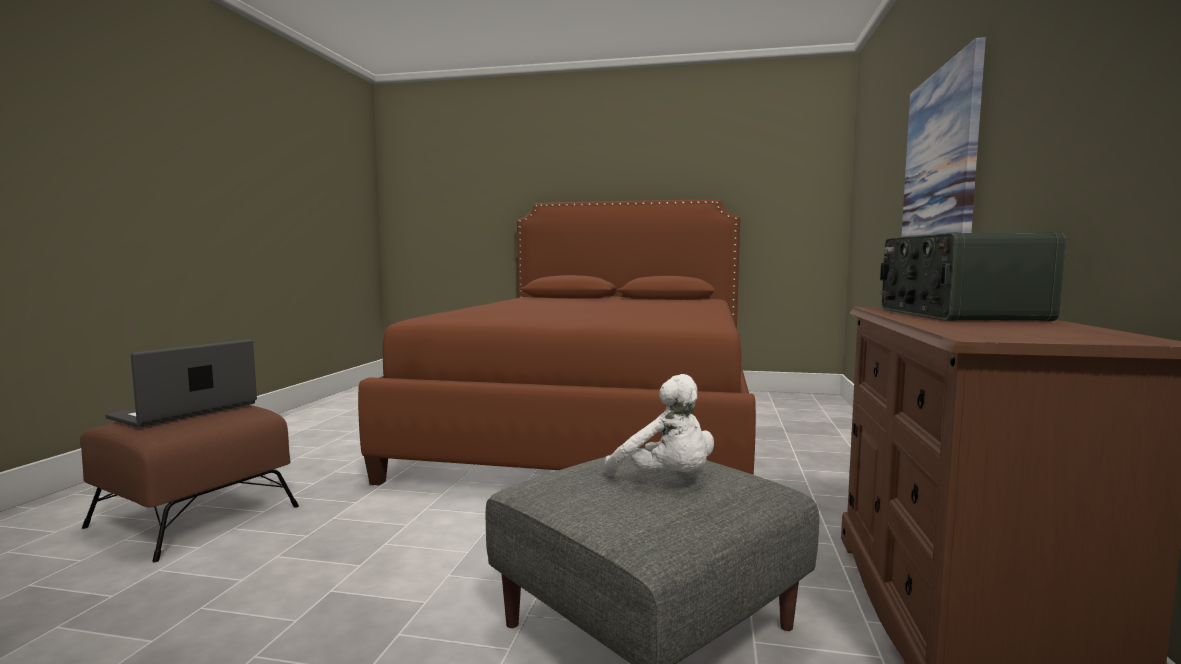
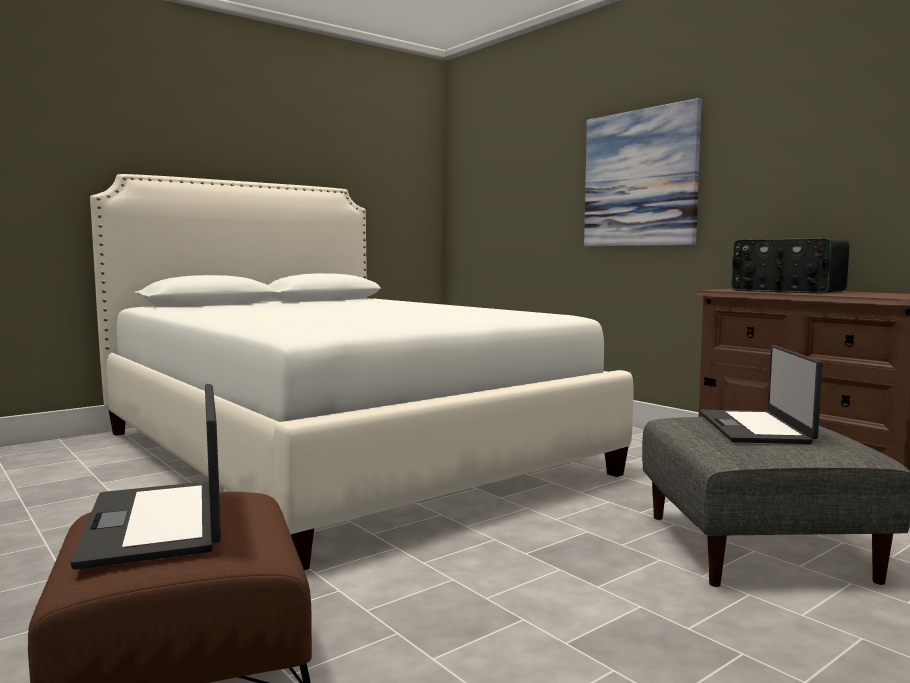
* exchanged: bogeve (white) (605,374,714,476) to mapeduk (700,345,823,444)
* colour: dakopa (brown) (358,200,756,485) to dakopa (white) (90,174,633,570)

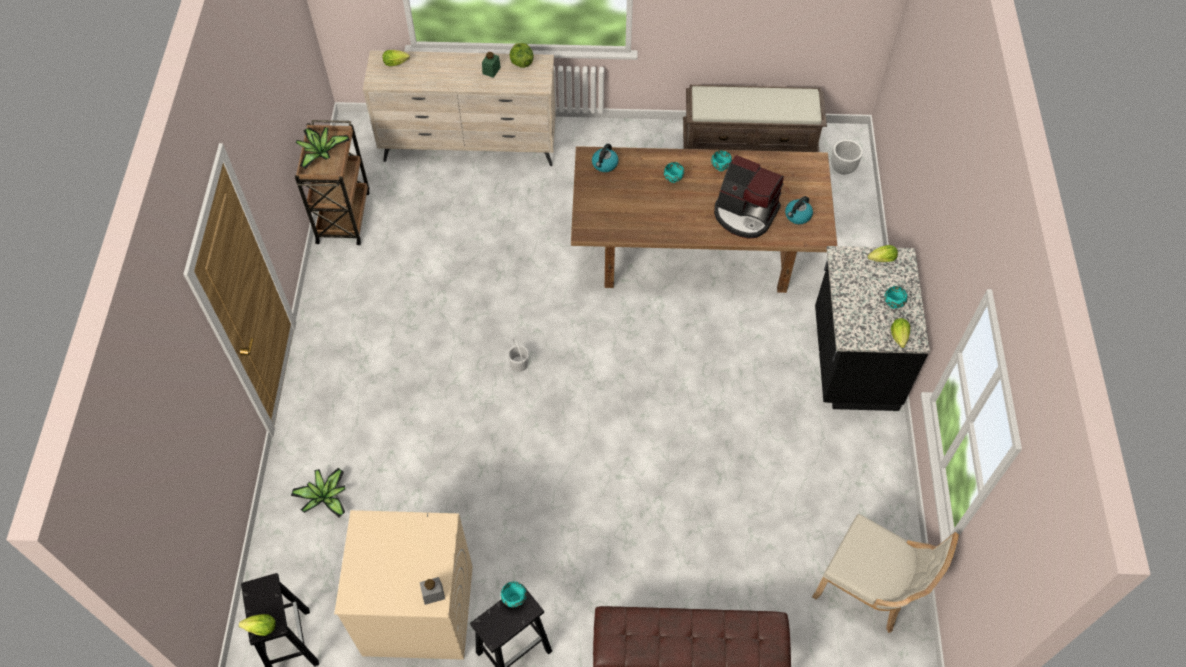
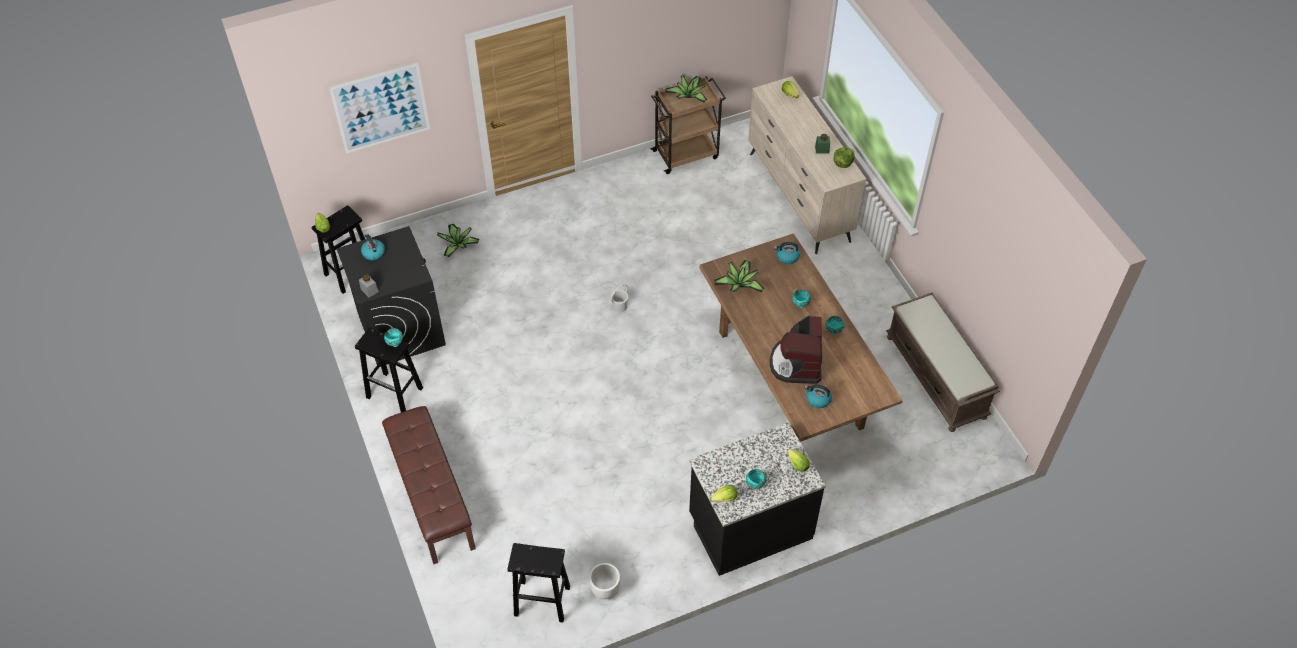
* appeared: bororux (329,62,430,153)
* appeared: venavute (361,234,385,260)
* appeared: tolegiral (714,260,764,293)
* relocated: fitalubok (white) (831,140,863,175) to (589,563,620,599)
* exchanged: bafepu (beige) (812,514,959,633) to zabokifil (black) (508,543,570,622)
* colour: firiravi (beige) (334,510,472,660) to firiravi (black) (336,226,446,367)

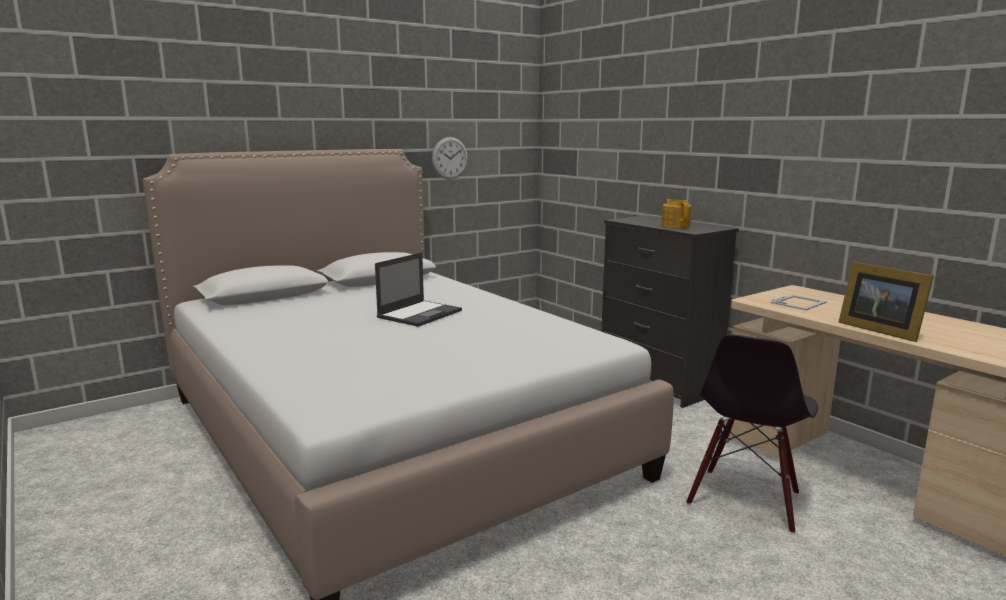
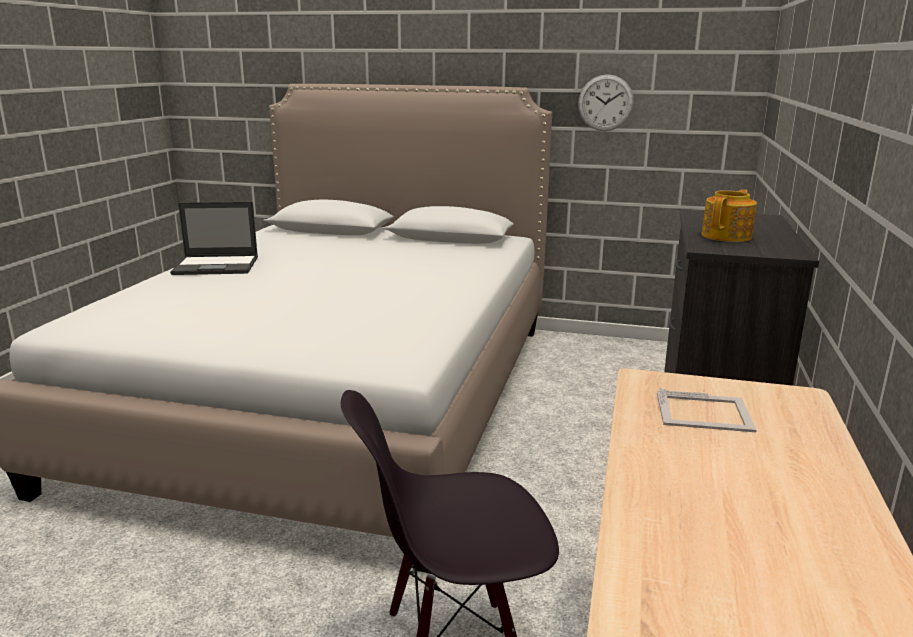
* missing: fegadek (839,262,934,342)
* relocated: mapeduk (375,252,462,327) to (170,202,258,275)

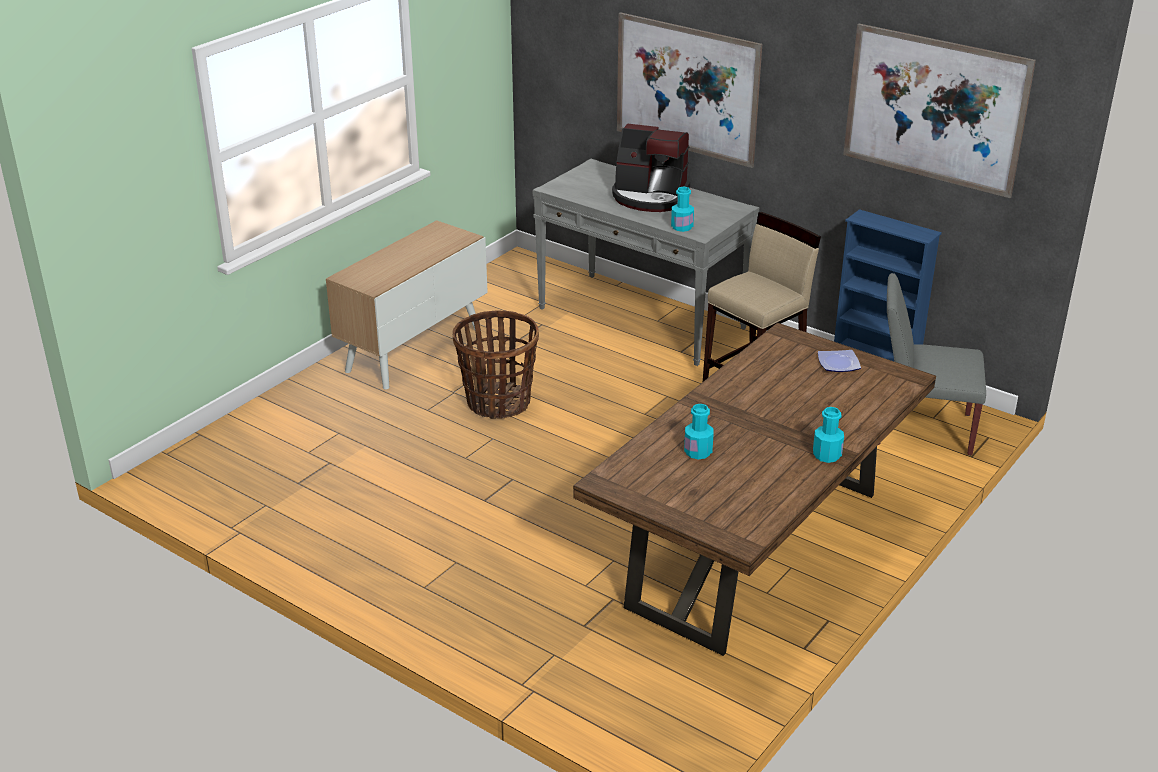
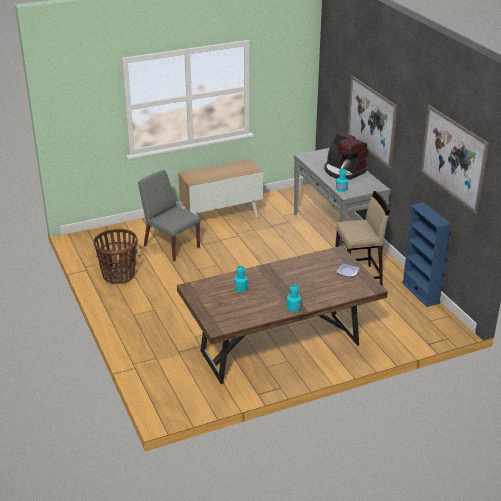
* relocated: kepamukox (453,310,539,419) to (94,229,138,284)
* relocated: bafepu (grey) (879,273,986,456) to (138,170,201,261)

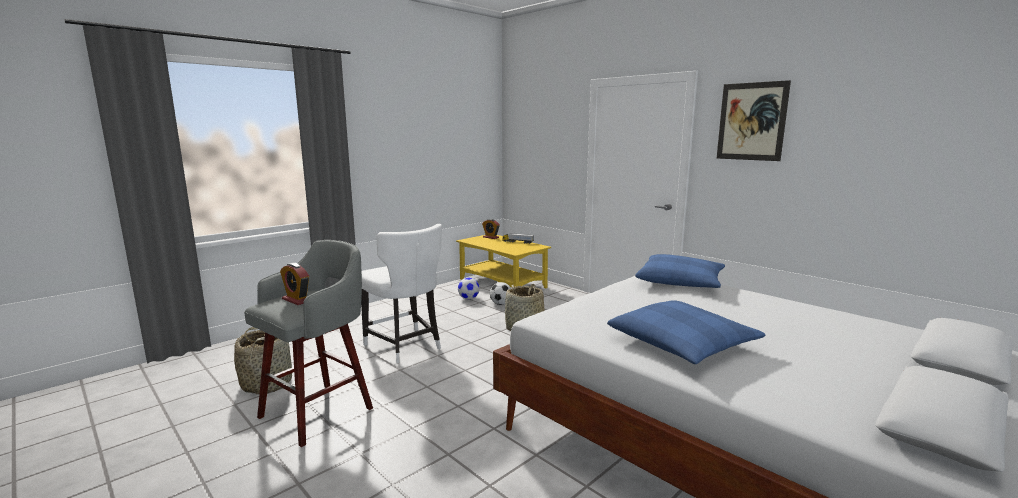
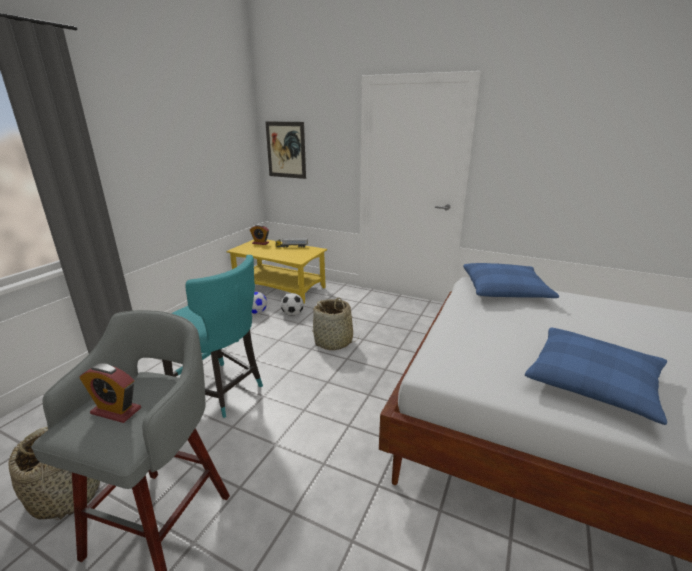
* relocated: bororux (717,80,791,161) to (265,121,306,179)
* colour: bafepu (white) (361,224,442,363) to bafepu (turquoise) (162,255,263,418)

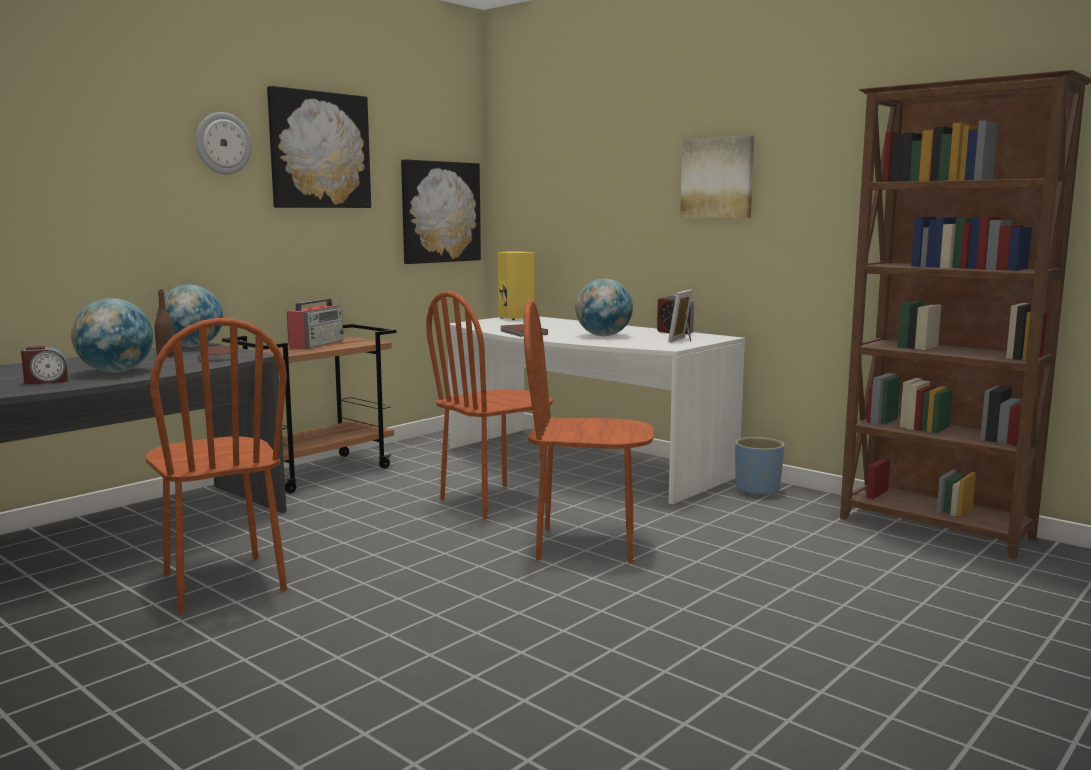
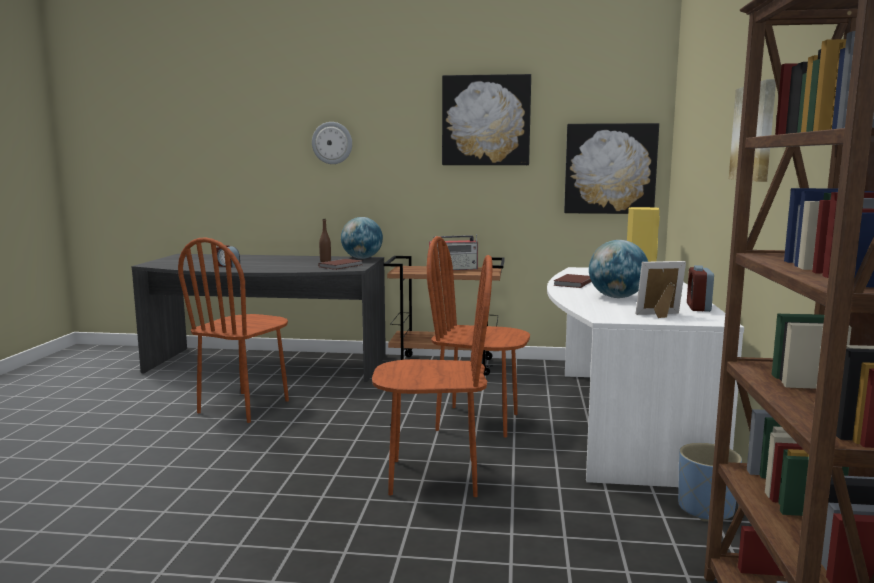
* missing: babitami (71,298,153,373)
* relocated: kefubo (196,112,252,174) to (312,122,352,164)
* spun: bafepu (brown) (523,300,654,563) = (372,255,493,497) 120 degrees clockwise

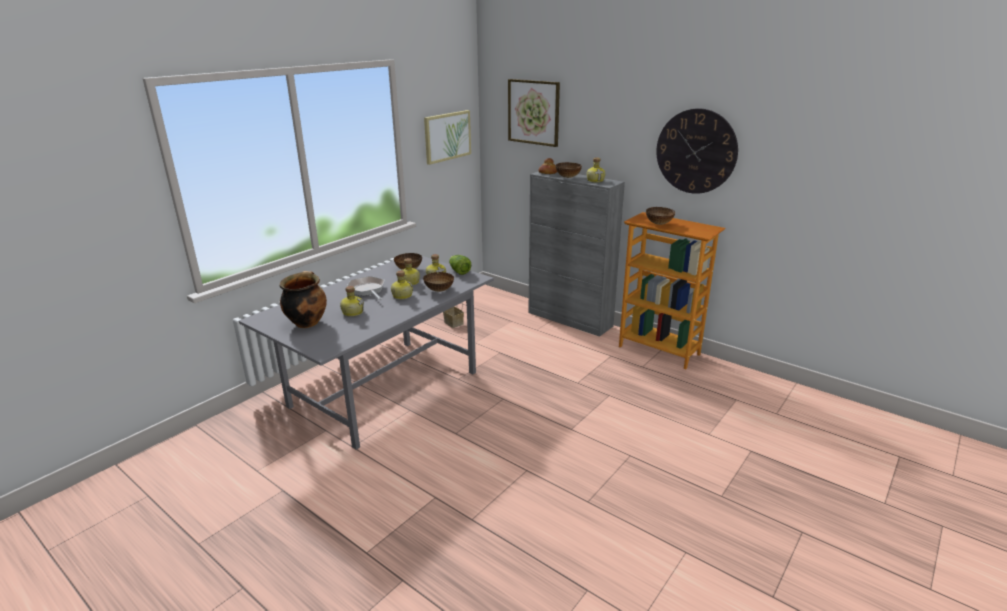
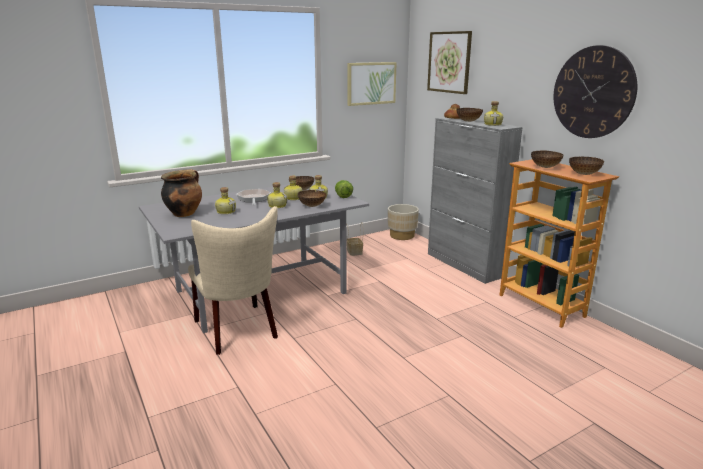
* appeared: bafepu (beige) (188,206,278,355)
* appeared: fitalubok (beige) (388,204,419,240)
* appeared: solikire (569,157,604,175)

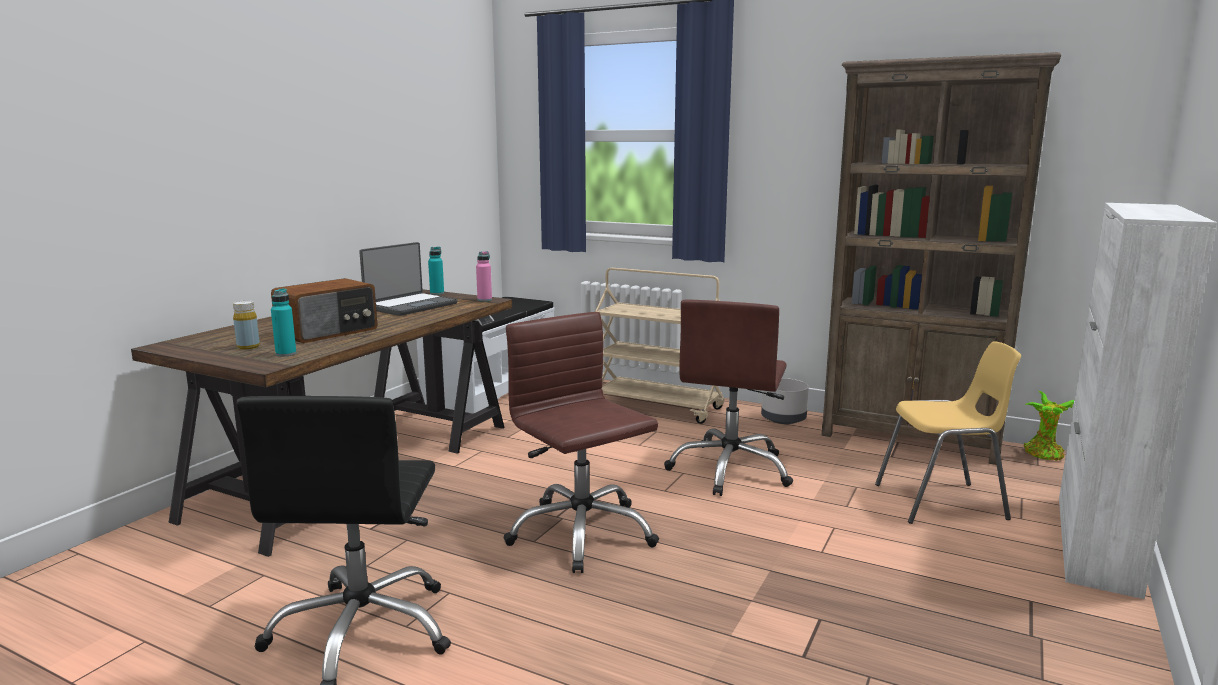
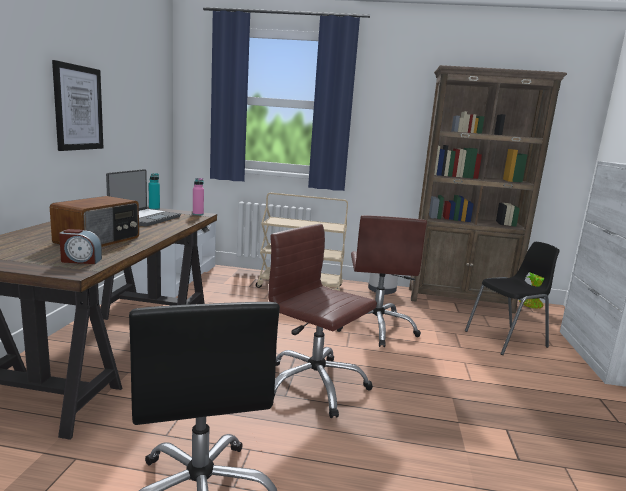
* missing: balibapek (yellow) (233,301,260,349)
* appeared: bororux (52,60,103,151)
* exchanged: balibapek (turquoise) (271,288,296,356) to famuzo (59,229,102,264)
* colour: bafepu (yellow) (875,341,1021,524) to bafepu (black) (465,242,560,355)

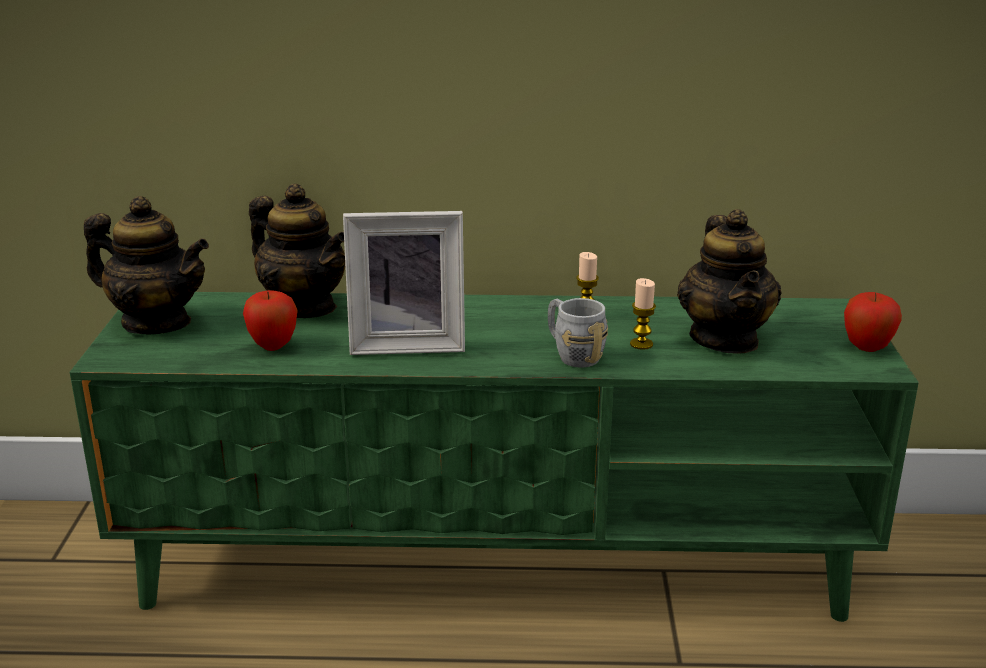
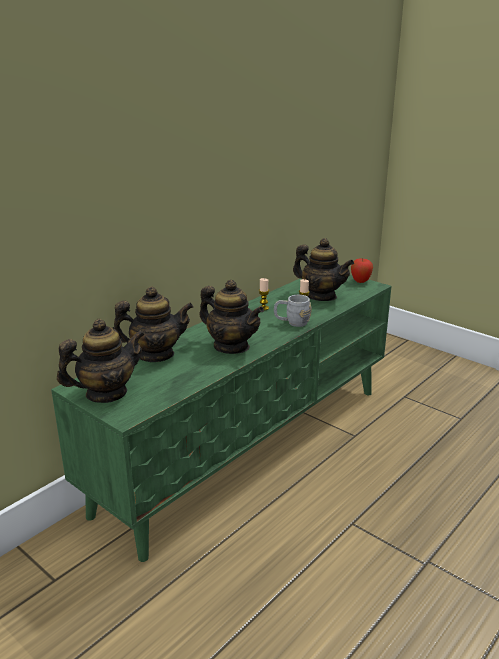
* missing: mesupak (243,290,298,351)
* exchanged: fegadek (343,211,465,355) to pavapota (200,280,264,354)

